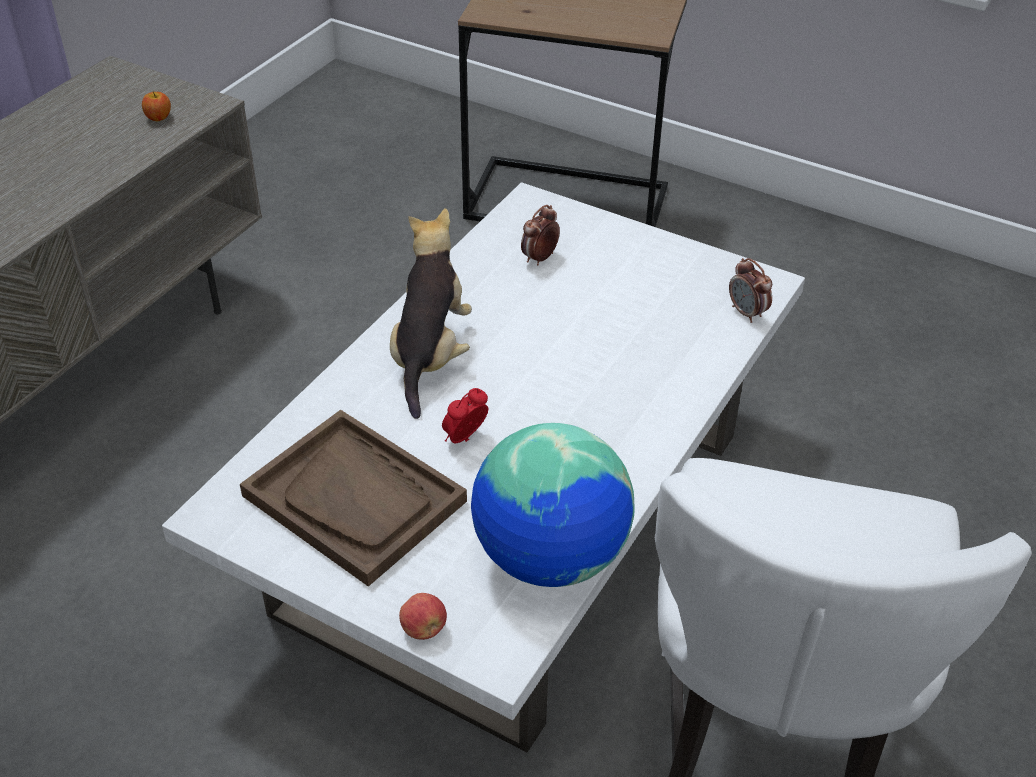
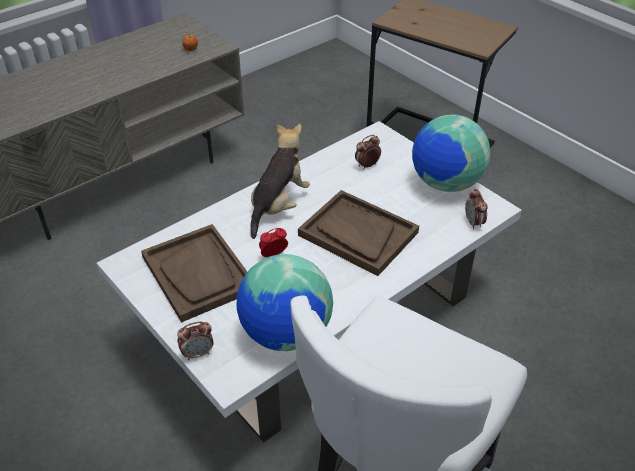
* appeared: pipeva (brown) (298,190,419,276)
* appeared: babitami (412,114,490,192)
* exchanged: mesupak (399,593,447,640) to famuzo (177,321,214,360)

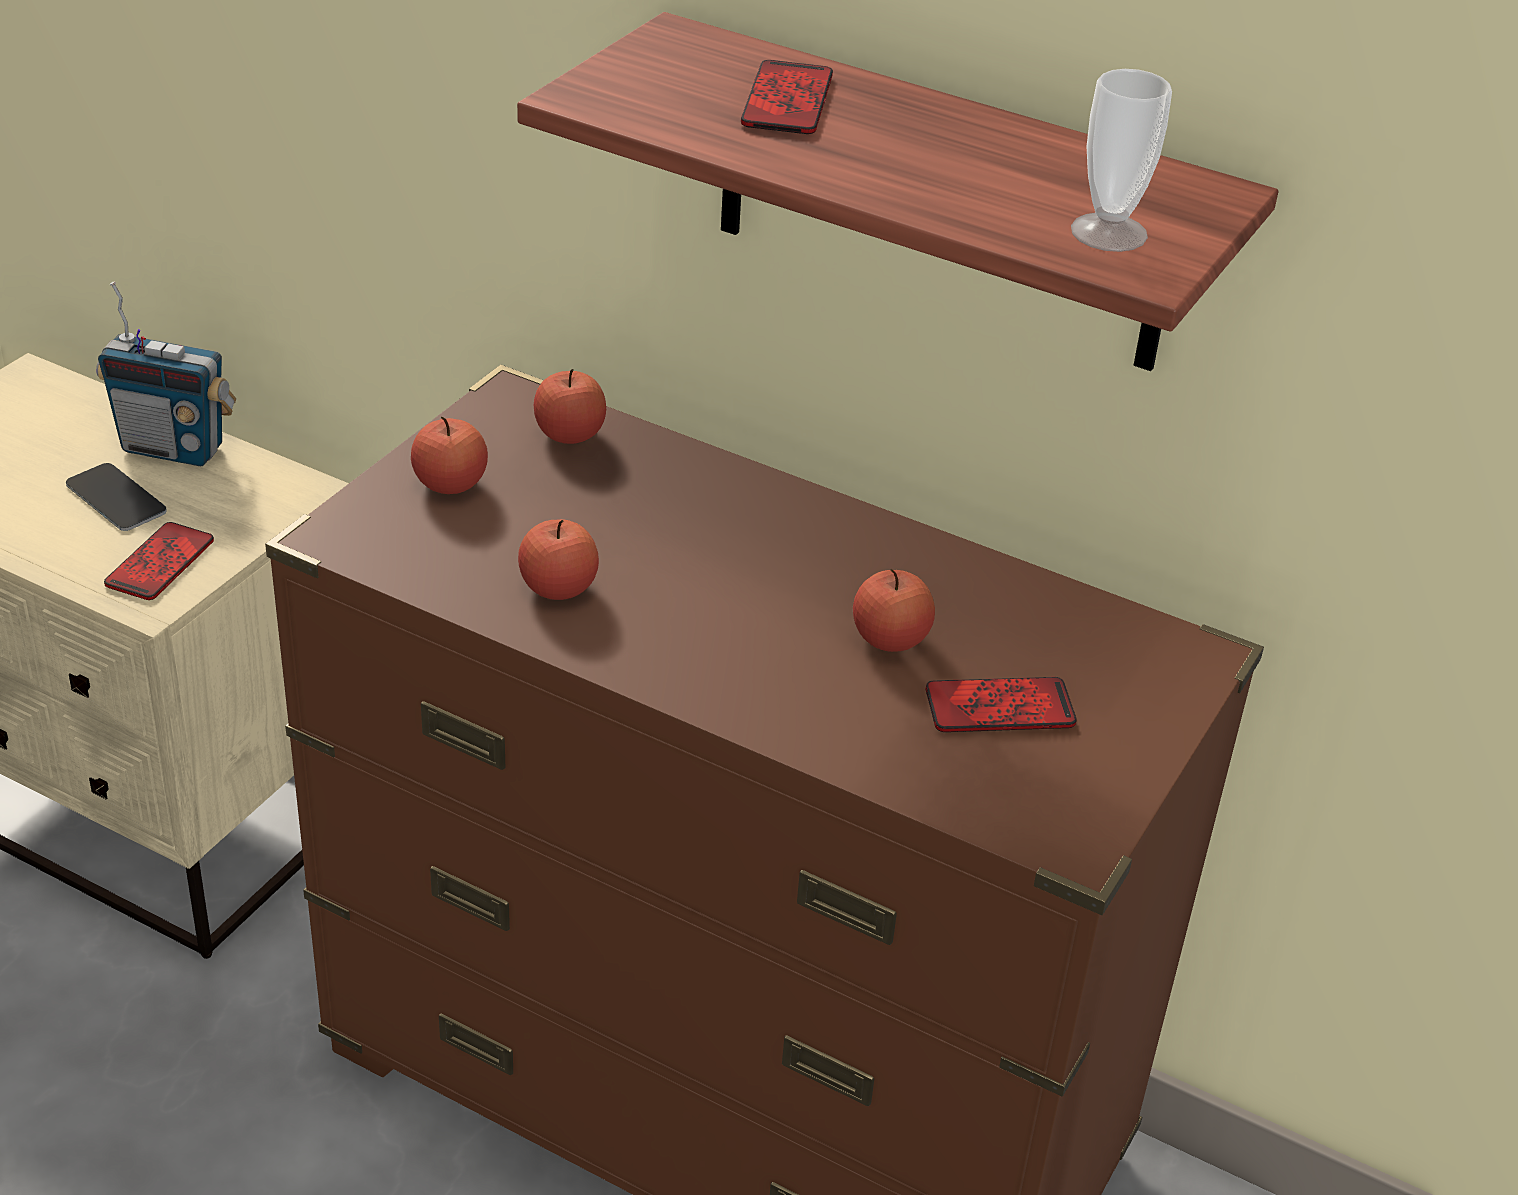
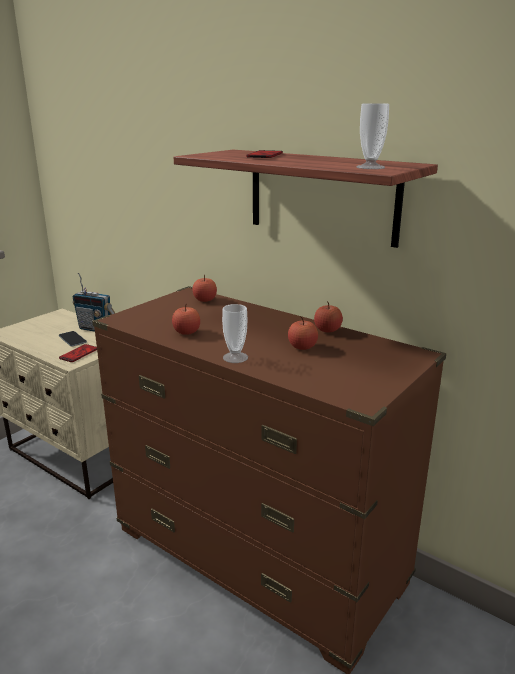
* missing: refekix (926,677,1077,732)
* appeared: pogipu (222,304,248,363)
* relocated: mesupak (411,416,488,494) to (314,301,343,333)

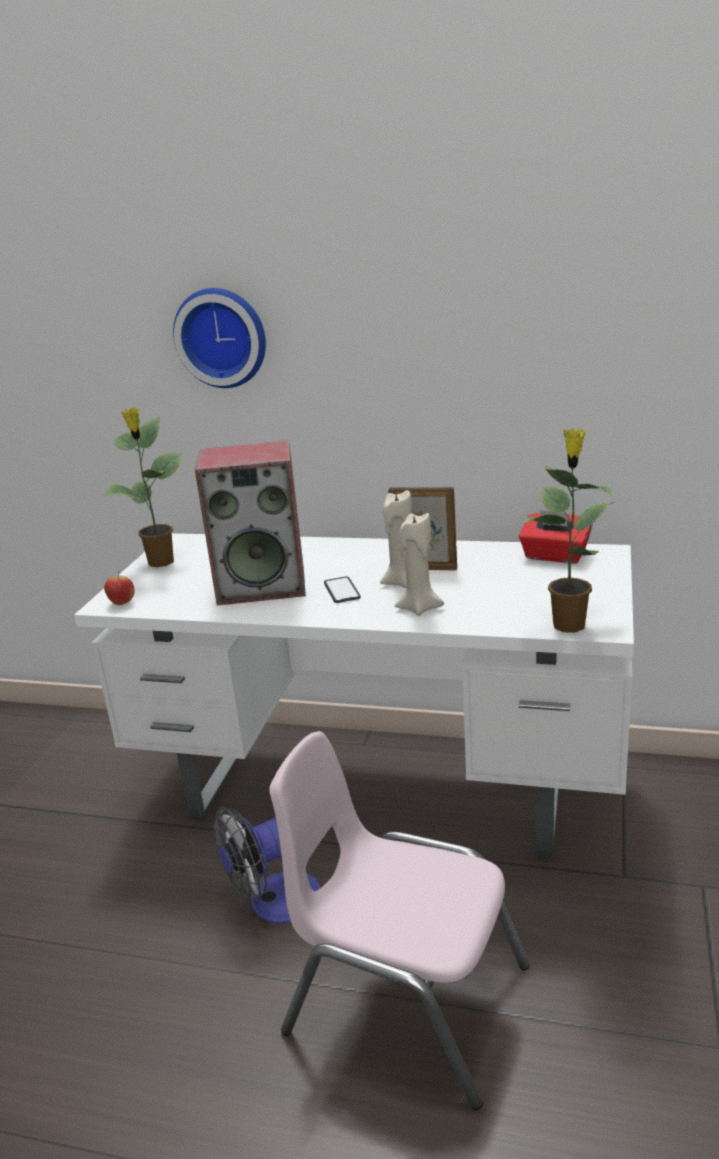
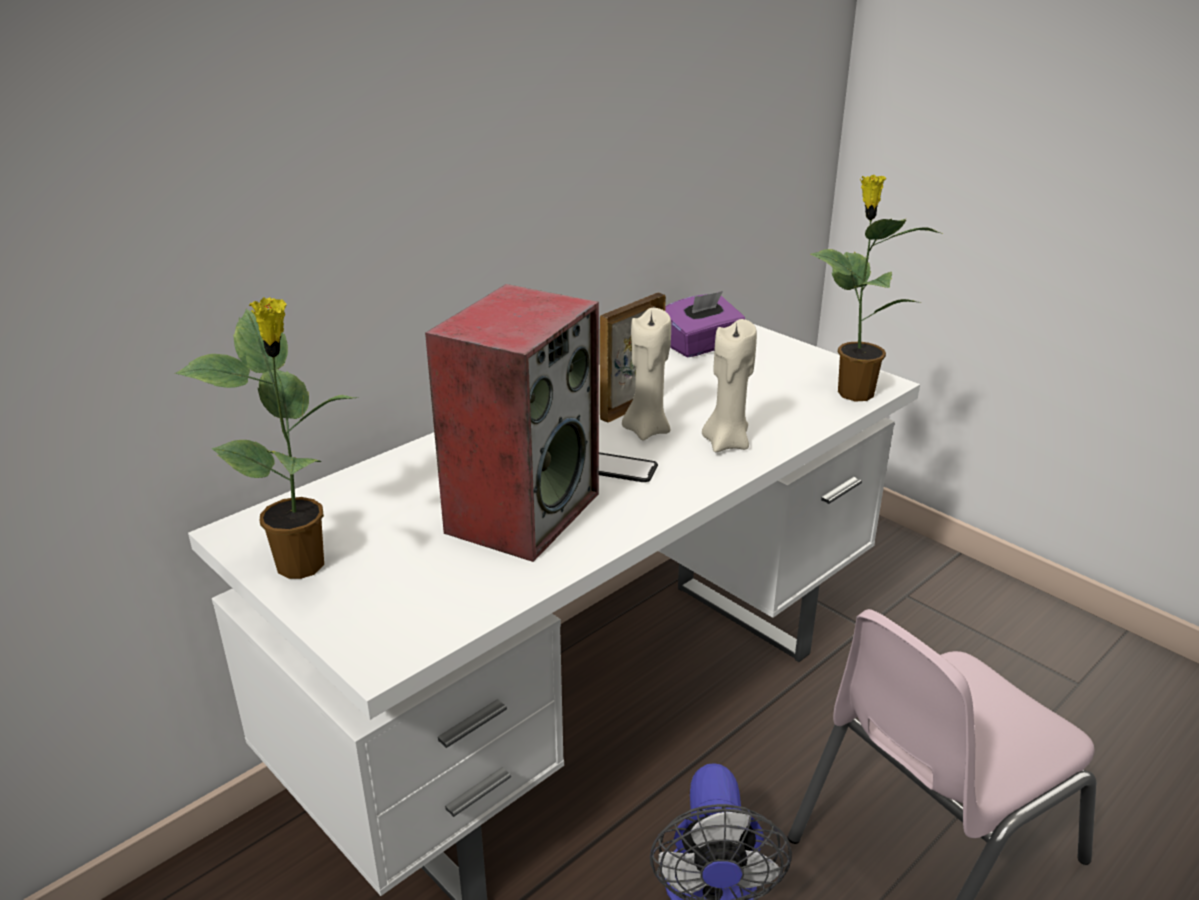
* missing: mesupak (104,571,135,605)
* missing: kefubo (173,288,266,388)
* colour: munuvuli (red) (519,510,593,564) to munuvuli (purple) (665,291,745,358)

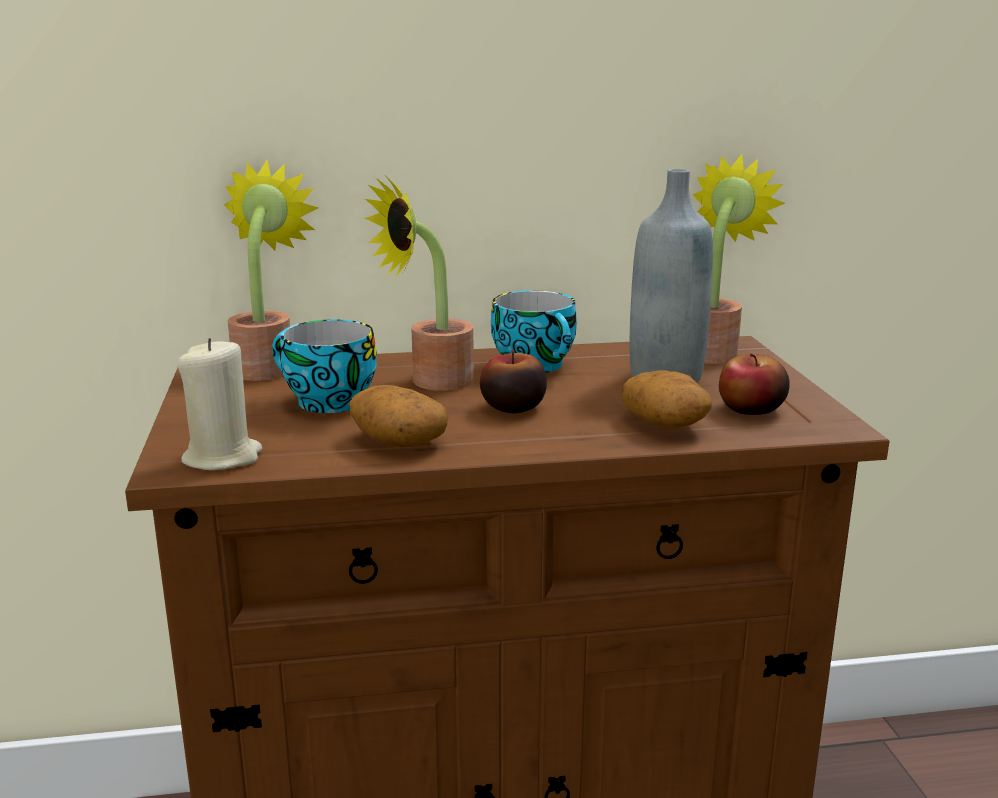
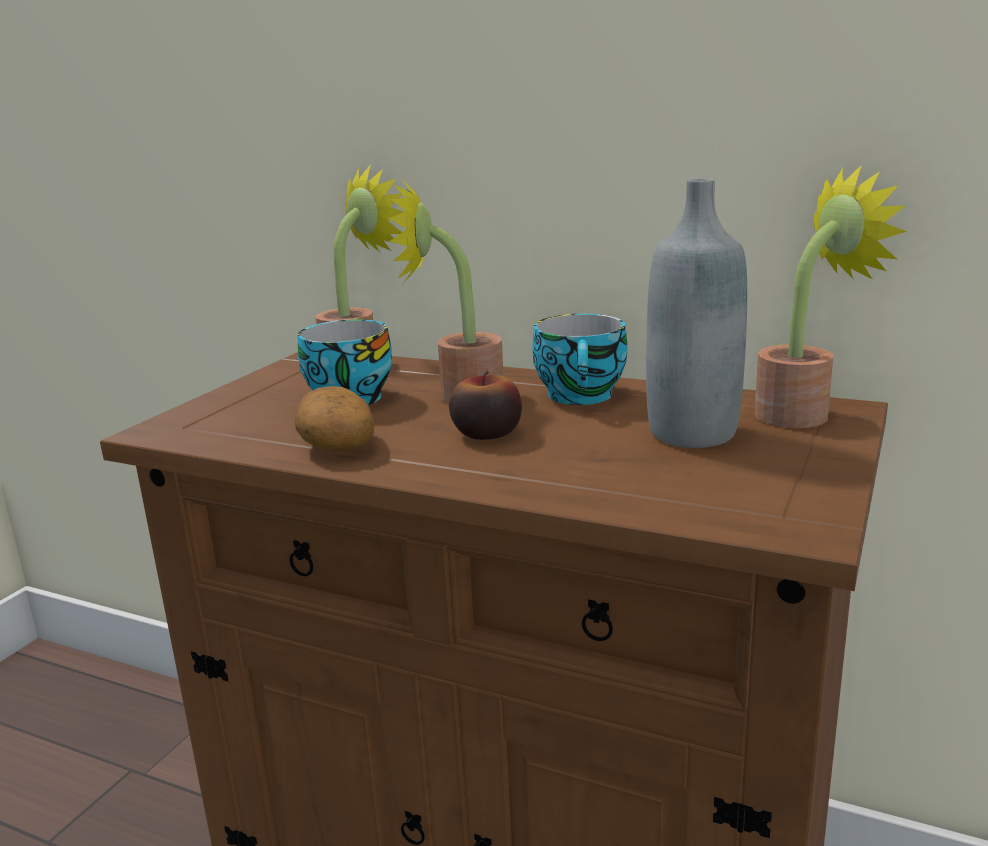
* missing: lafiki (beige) (177,338,262,470)
* missing: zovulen (621,370,712,428)
* missing: mesupak (719,354,790,415)

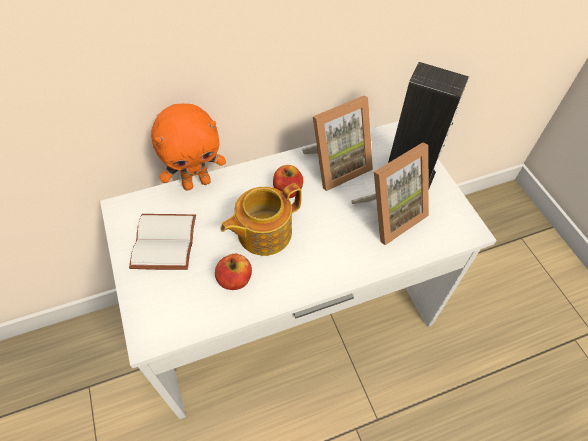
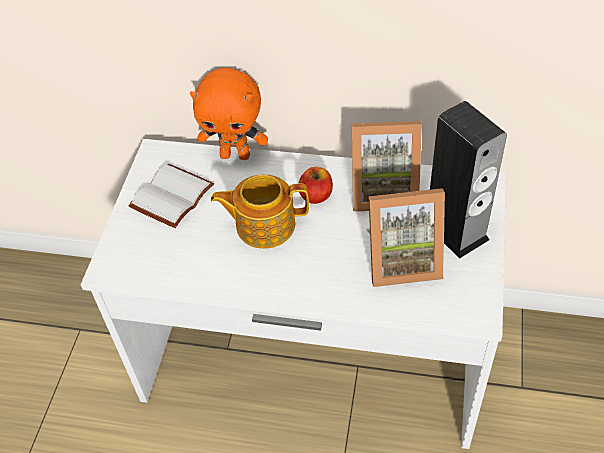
* missing: mesupak (215,254,252,290)

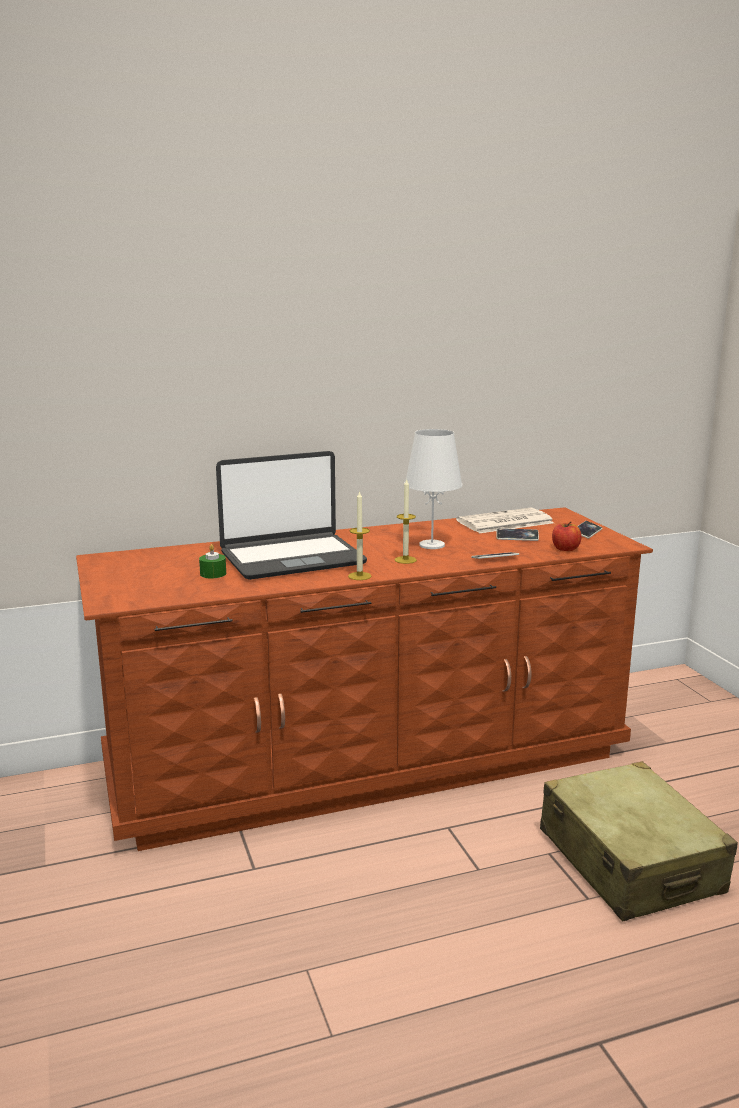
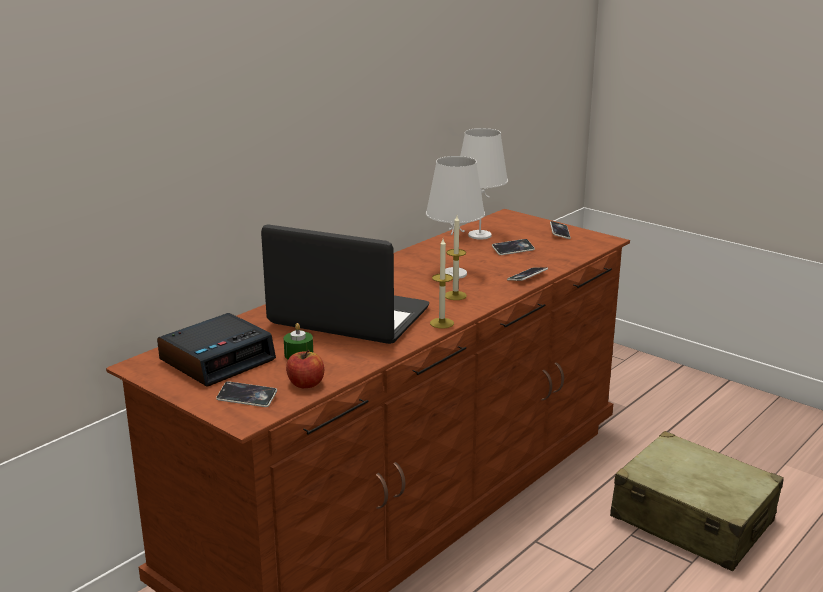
* appeared: famuzo (157,313,276,387)
* appeared: refekix (216,381,277,407)
* relocated: mesupak (552,522,581,551) to (286,350,324,388)
* exchanged: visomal (456,507,554,533) to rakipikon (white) (460,128,508,240)
* spun: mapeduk (216,451,367,580) = (261,224,429,344) 105 degrees counterclockwise

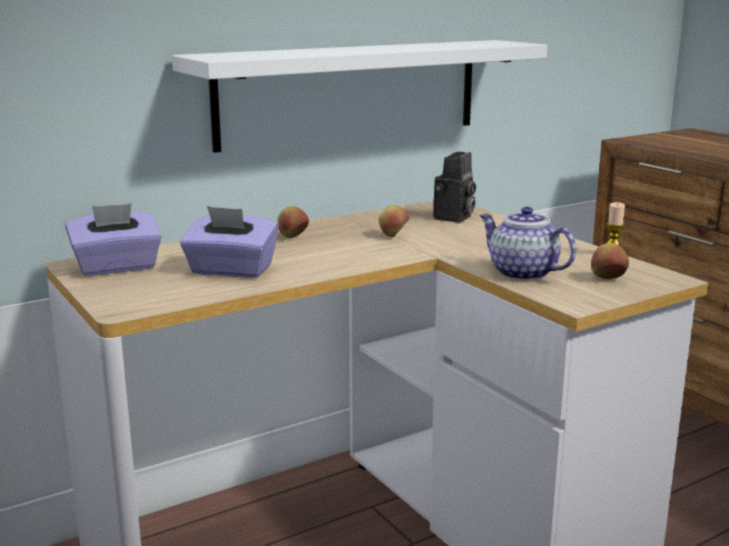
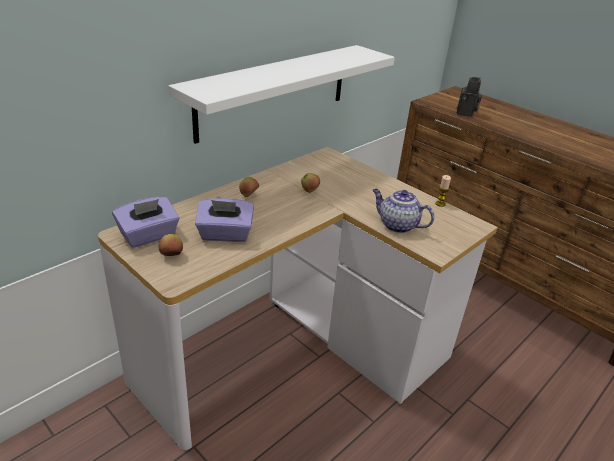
* relocated: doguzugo (433,152,476,223) to (457,77,482,117)
* relocated: mesupak (591,243,629,279) to (158,234,183,256)

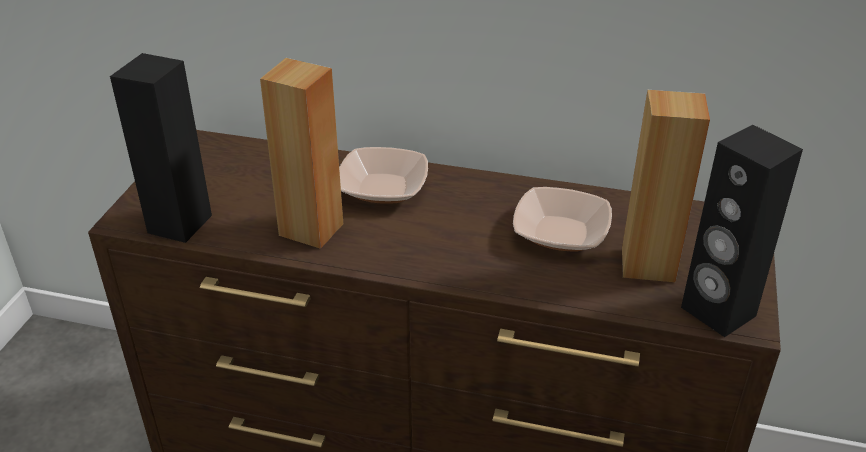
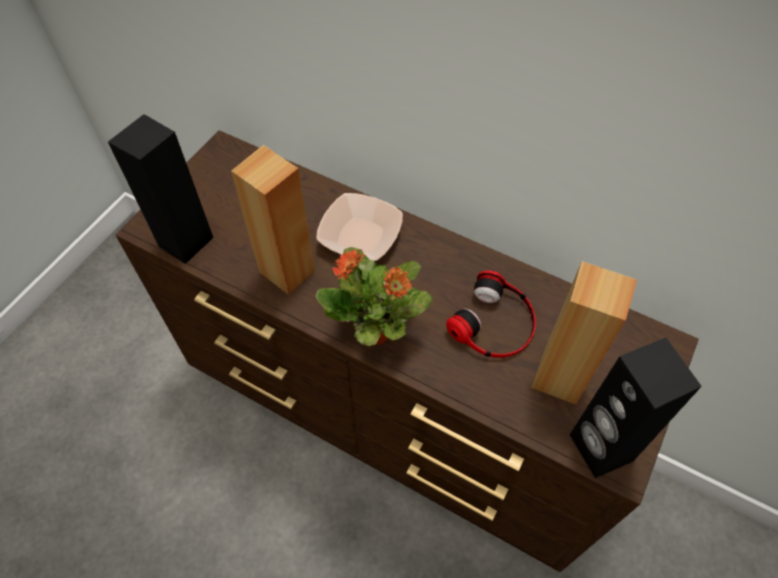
* appeared: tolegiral (315,247,433,347)
* exchanged: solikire (513,187,612,252) to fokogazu (446,270,536,358)

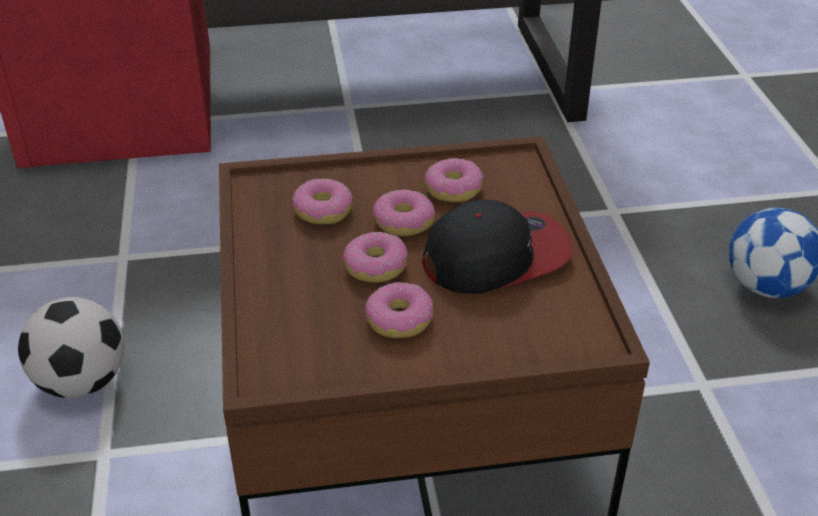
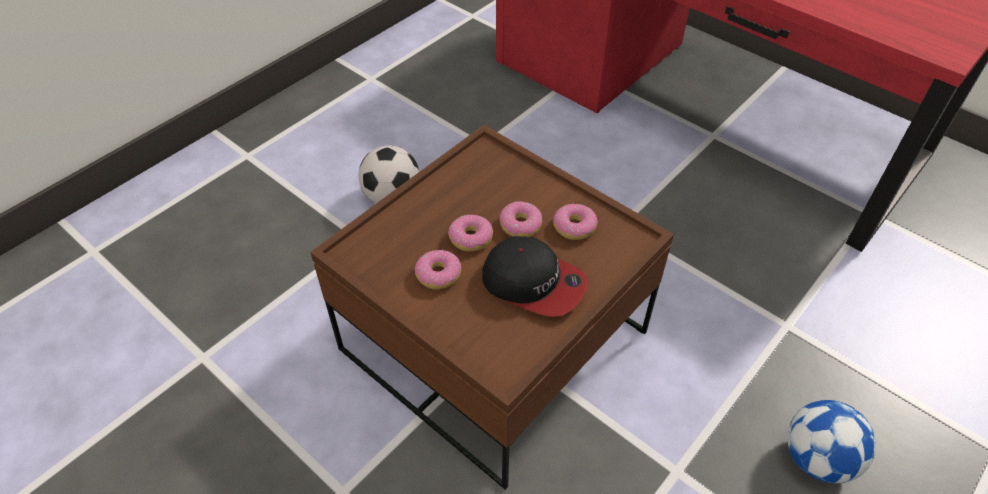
* missing: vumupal (292,179,353,224)

